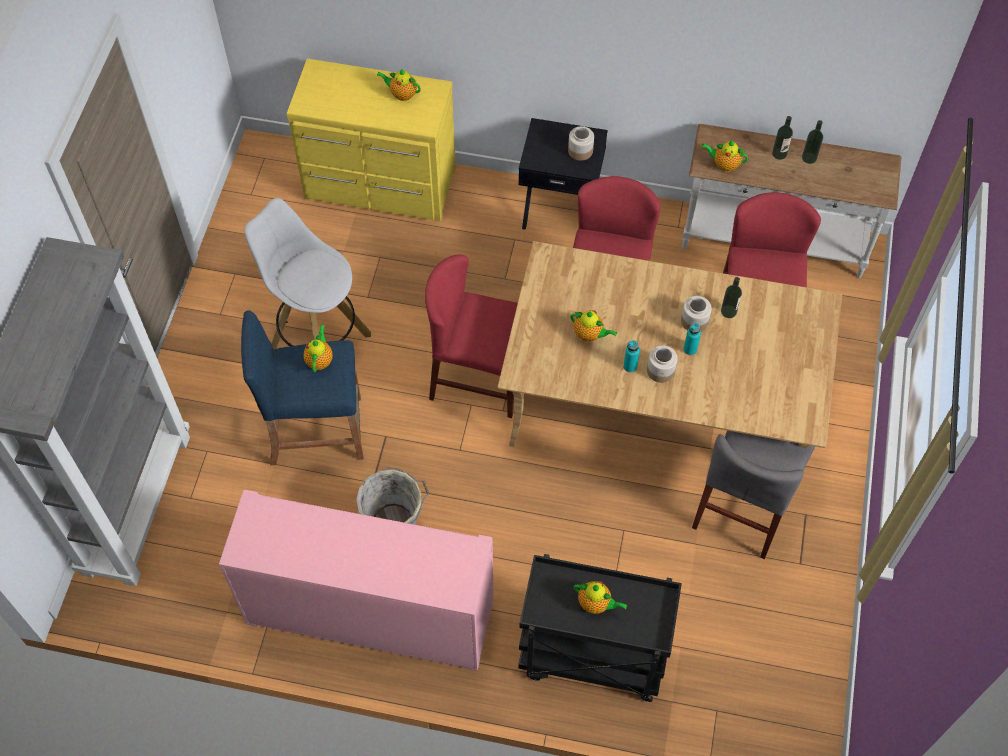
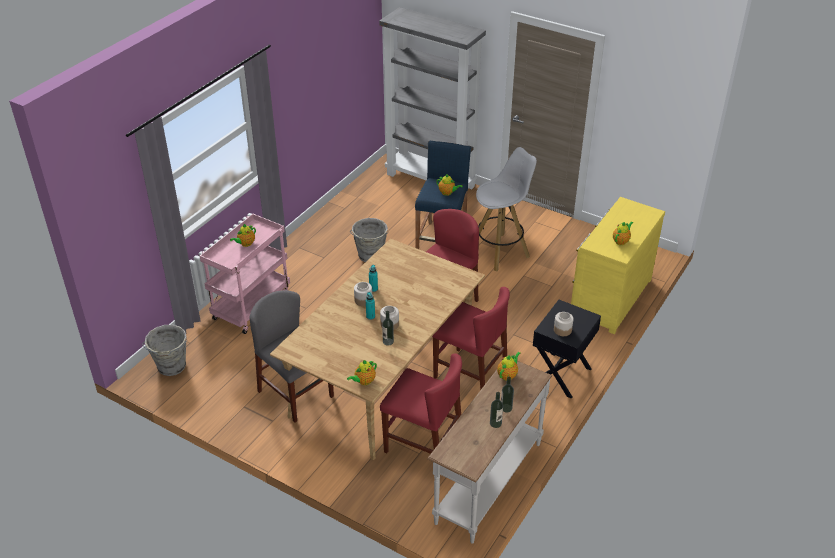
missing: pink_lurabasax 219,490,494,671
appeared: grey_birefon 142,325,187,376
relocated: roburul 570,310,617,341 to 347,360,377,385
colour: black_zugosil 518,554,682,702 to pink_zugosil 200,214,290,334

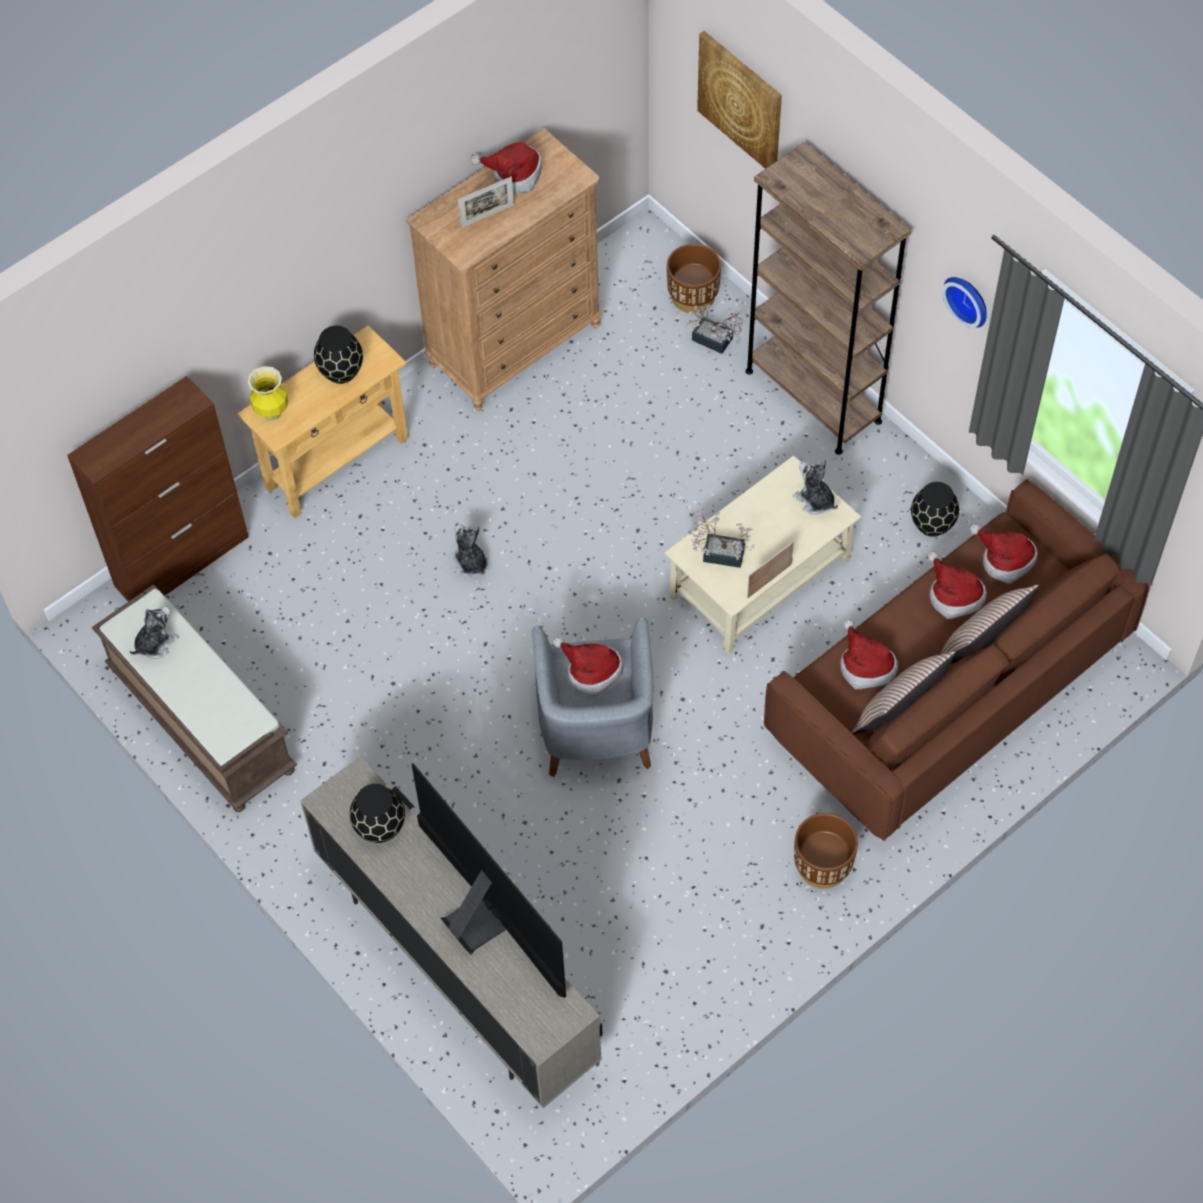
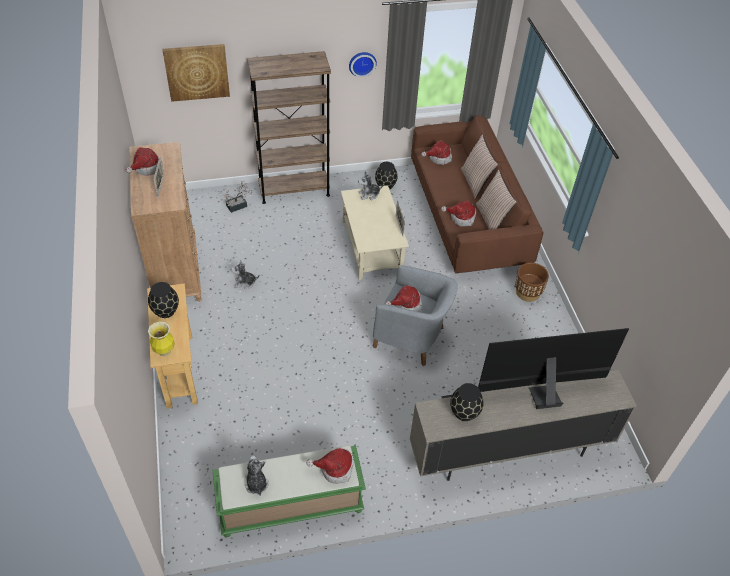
missing: brown_lurabasax 67,376,249,602; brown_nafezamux 667,244,721,313; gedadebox 689,508,755,568
relocated: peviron 451,524,488,577 to 231,260,260,289; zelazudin 928,551,987,619 to 306,448,354,484
colour: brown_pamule 91,584,297,812 to green_pamule 213,445,366,537

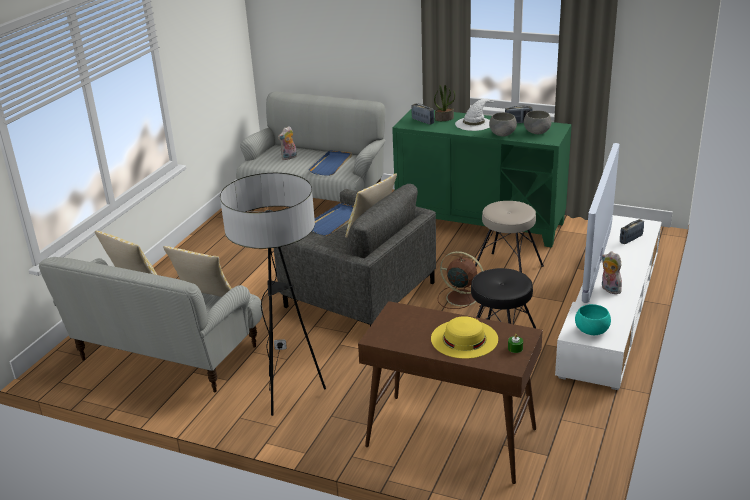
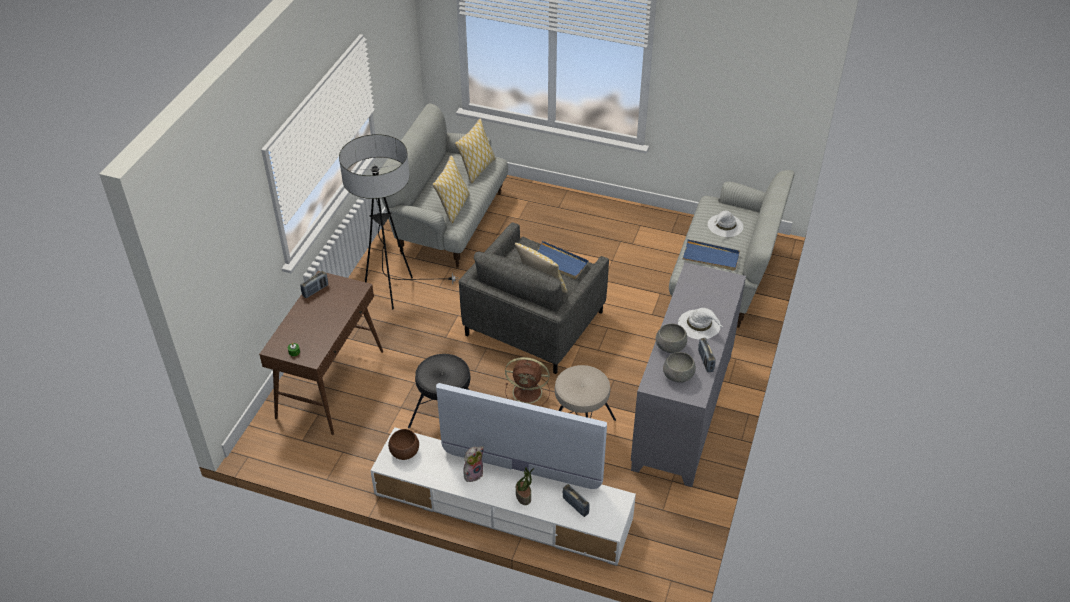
missing: yellow_zelazudin 431,316,498,359
relocated: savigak 411,103,434,125 to 300,271,328,298; gedadebox 434,85,455,121 to 516,467,534,505
exchanged: peviron 278,126,297,160 to white_zelazudin 708,211,744,237
colour: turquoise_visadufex 575,304,611,335 to brown_visadufex 388,429,419,460; green_lurabasax 392,110,572,247 to grey_lurabasax 631,262,746,487
spun: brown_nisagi 438,251,483,309 = 505,357,550,406 75 degrees clockwise

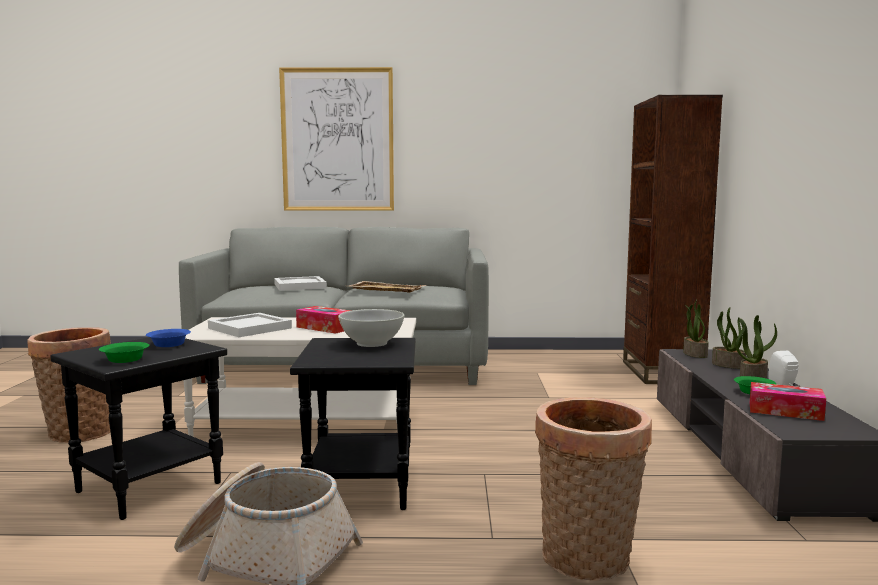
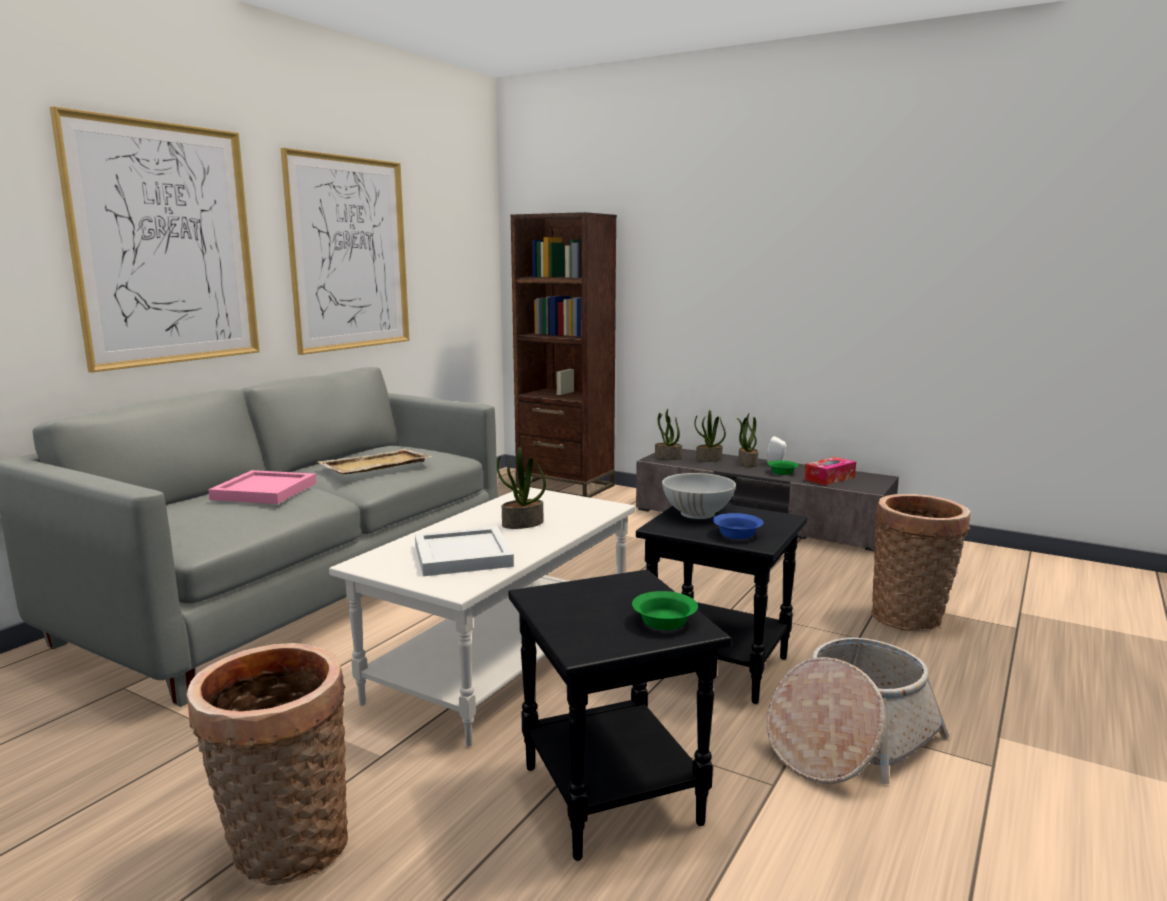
appeared: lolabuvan 281,148,410,355
relocated: blue_visadufex 146,329,191,347 to 713,513,764,539
exchanged: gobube 296,306,351,334 to gedadebox 497,447,546,529
colour: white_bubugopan 274,276,327,291 to pink_bubugopan 208,470,316,504

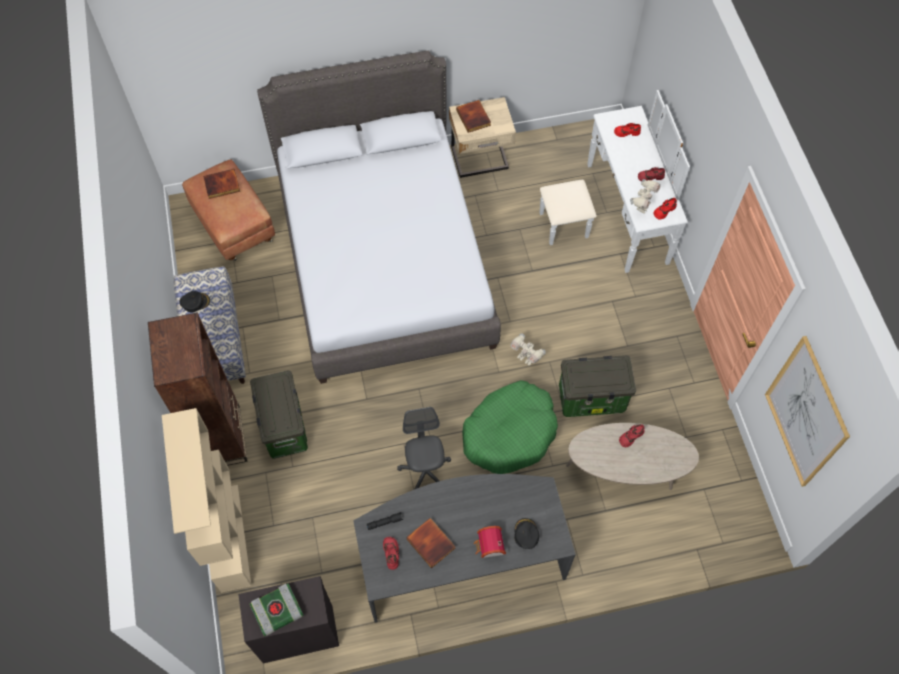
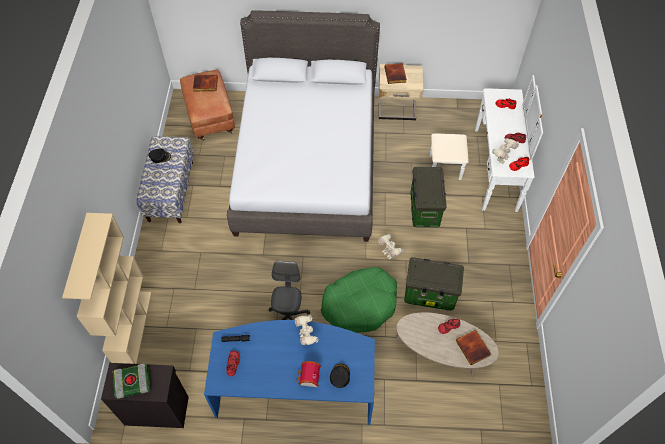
missing: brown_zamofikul 148,312,248,466; lolabuvan 765,336,850,487
appeared: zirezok 295,315,319,345
relocated: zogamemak 250,370,308,459 to 410,167,447,227; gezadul 406,518,456,568 to 456,330,491,365
colour: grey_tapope 353,474,576,623 to blue_tapope 204,320,375,425

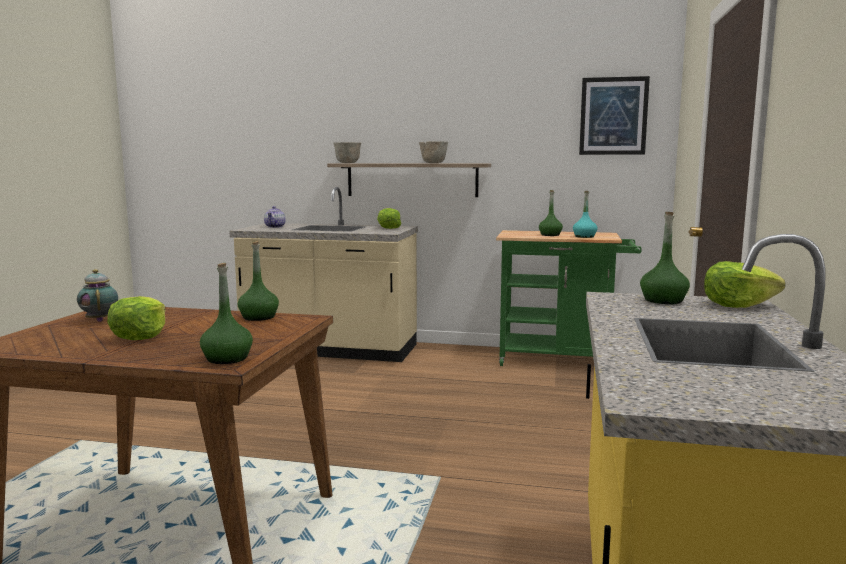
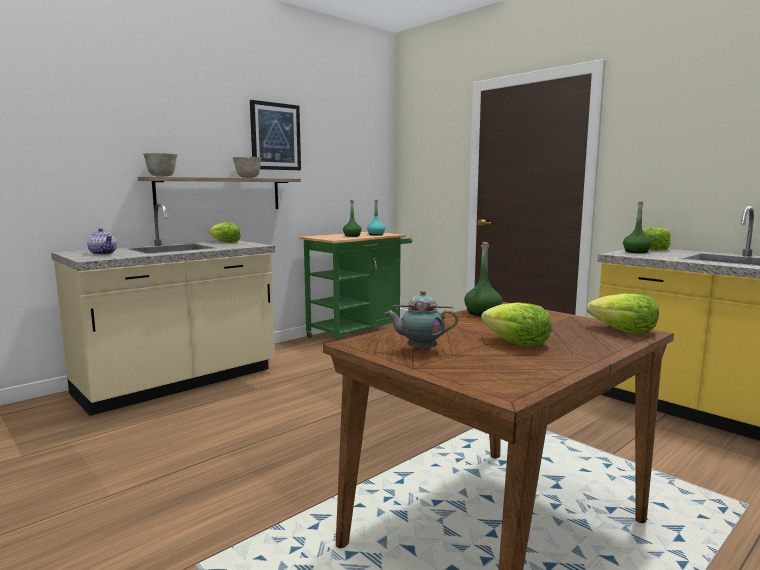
relocated: lolabuvan 579,76,650,155 to 250,100,301,170
exchanged: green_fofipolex 200,263,253,364 to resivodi 587,293,659,334

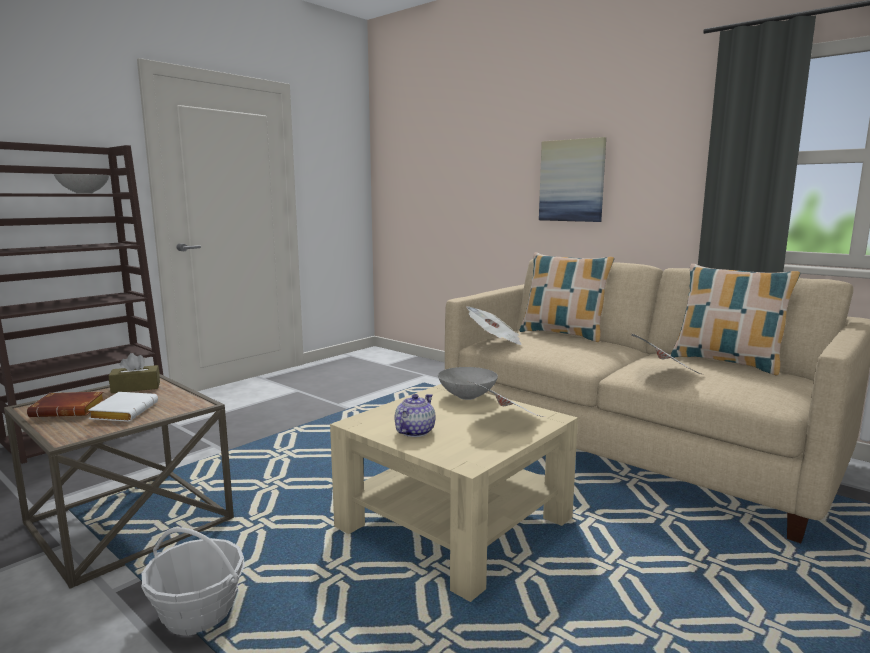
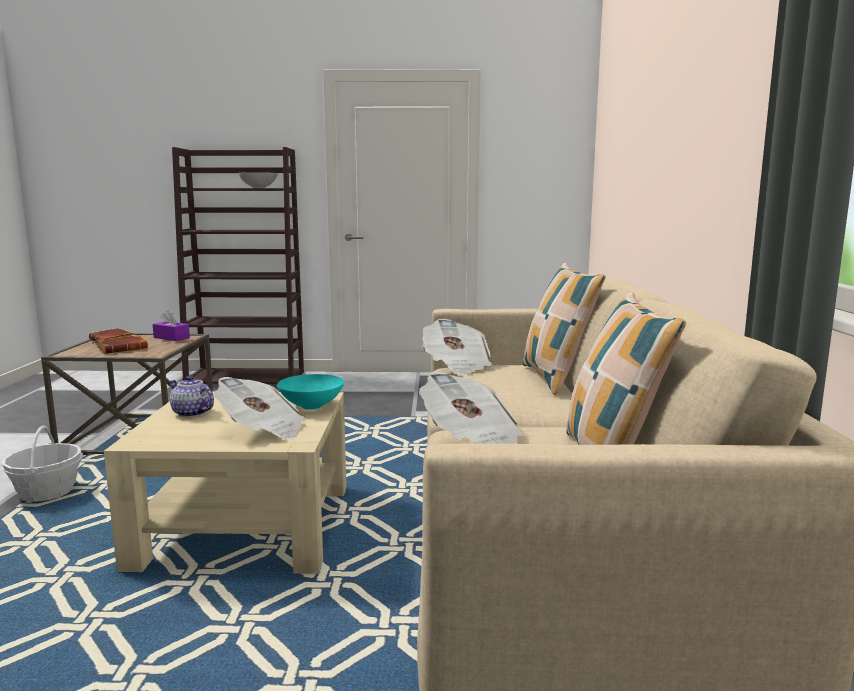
missing: lolabuvan 539,137,606,222
colour: white_gezadul 88,392,158,422 to brown_gezadul 97,335,148,354; brown_gobube 109,353,160,393 to purple_gobube 153,310,190,341; grey_visadufex 438,367,498,400 to turquoise_visadufex 277,374,344,410
spun: roburul 395,394,436,437 = 169,376,214,417 135 degrees counterclockwise

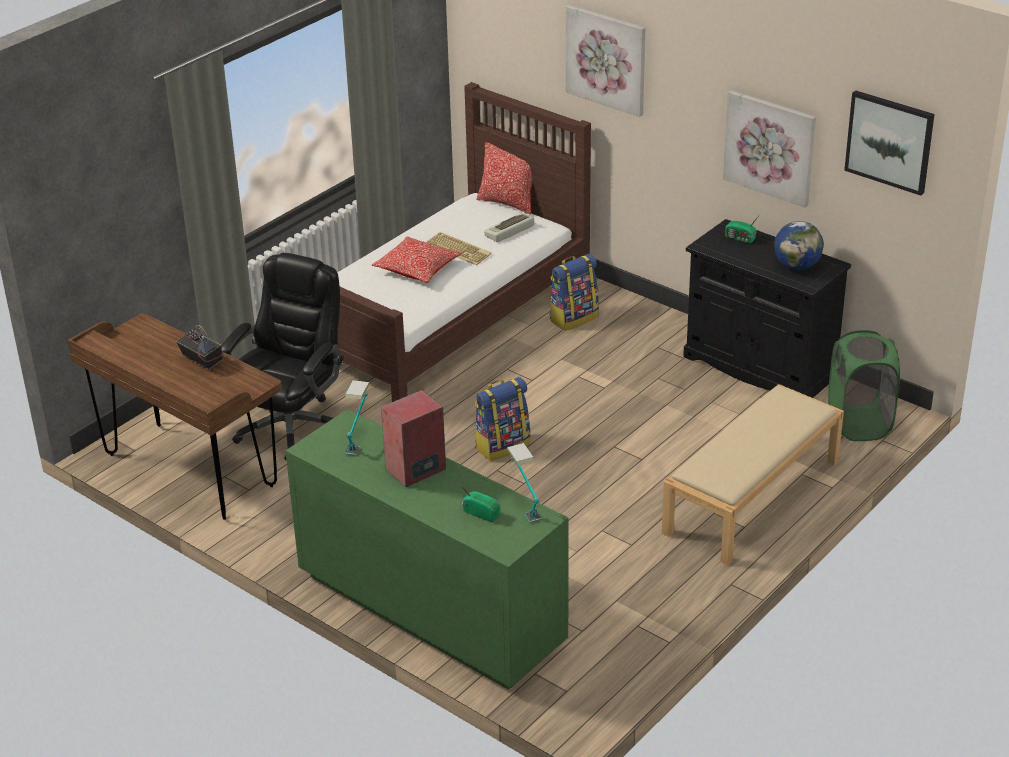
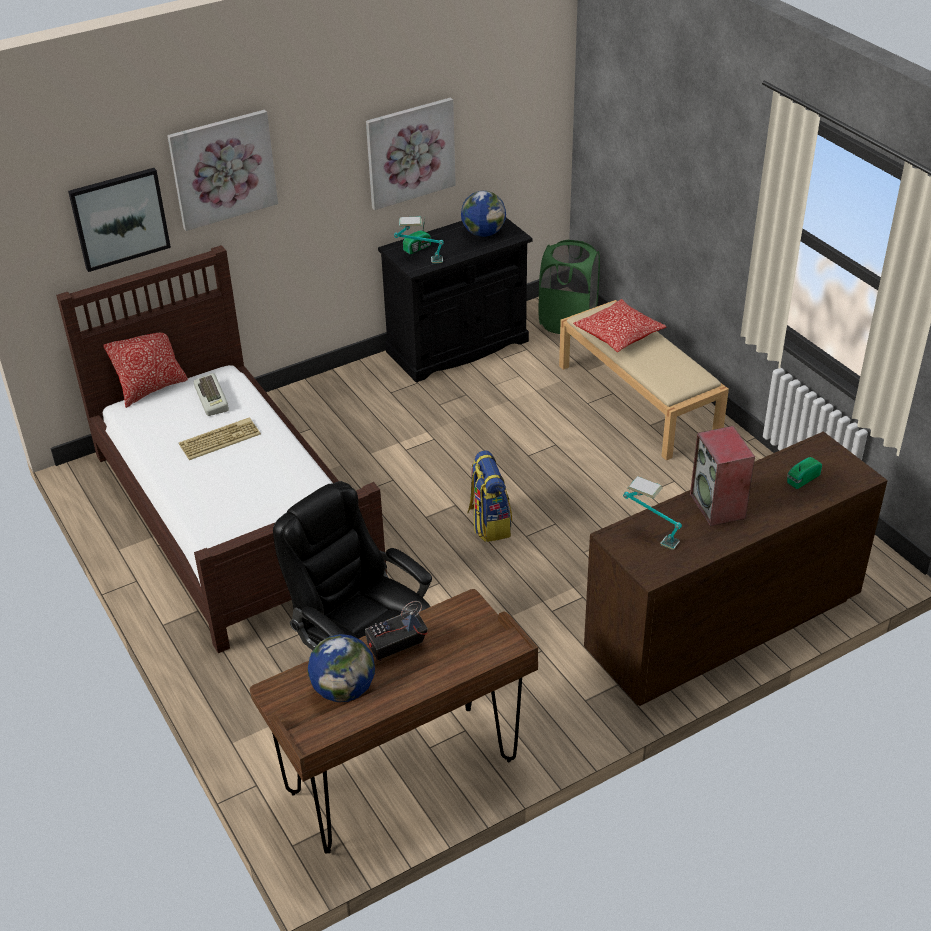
missing: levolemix 550,254,599,331
appeared: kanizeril 308,634,375,702
relocated: lolabuvan 844,91,934,196 to 68,168,171,272; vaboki 507,443,542,523 to 394,217,444,263; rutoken 372,236,462,283 to 574,299,666,352
colour: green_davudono 286,409,568,690 to brown_davudono 584,431,888,706

